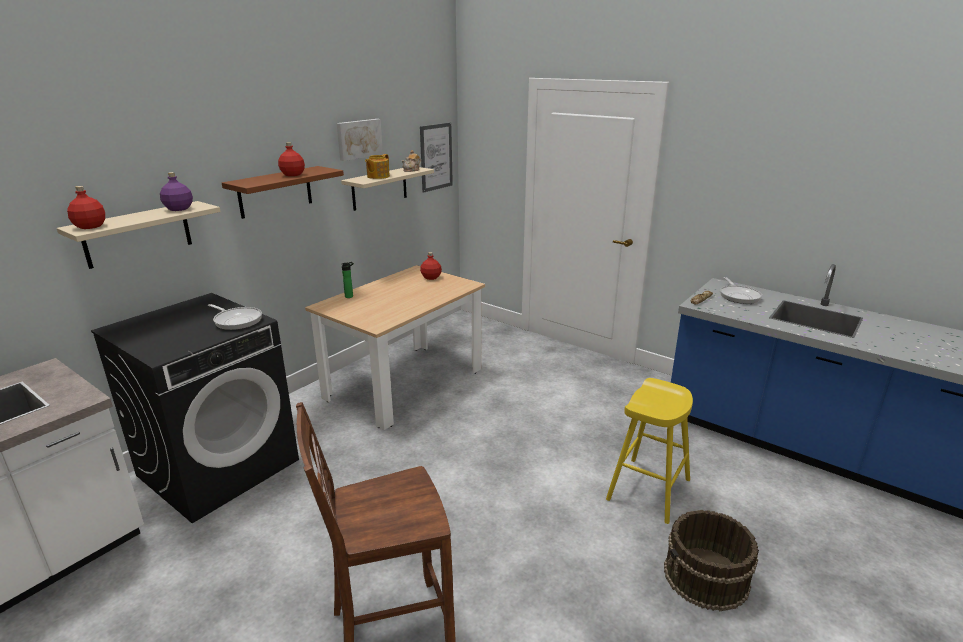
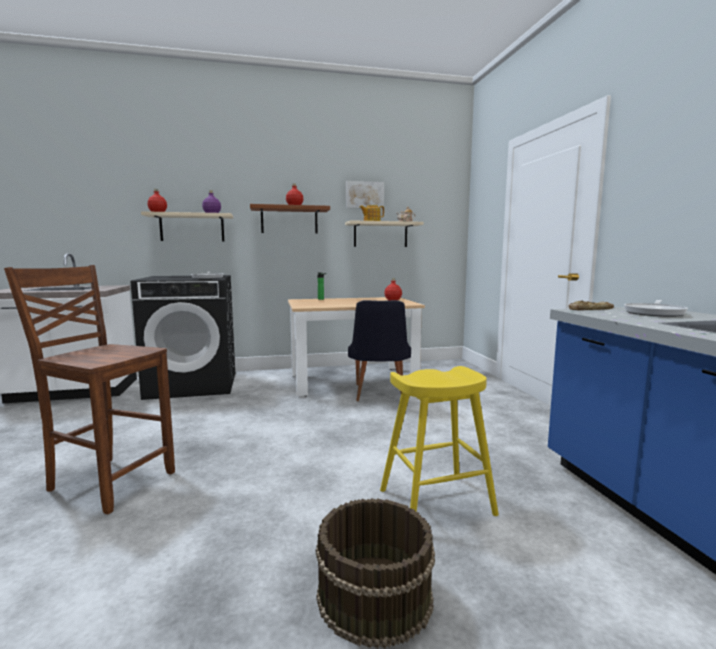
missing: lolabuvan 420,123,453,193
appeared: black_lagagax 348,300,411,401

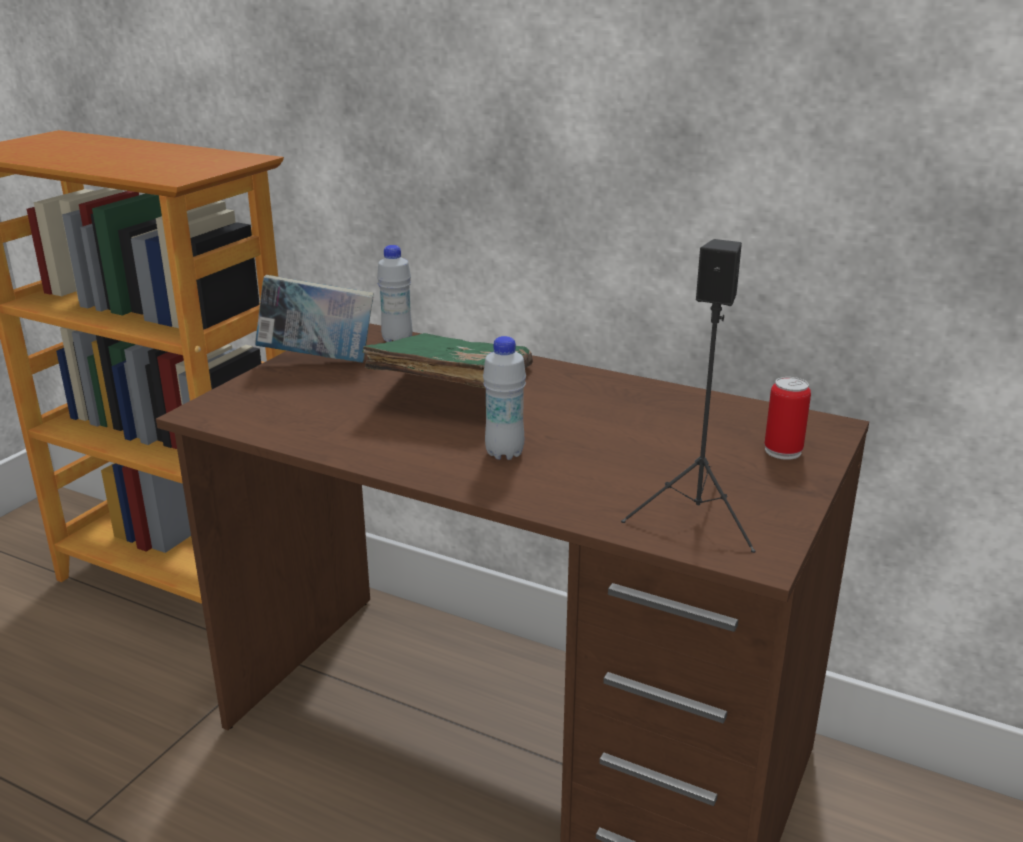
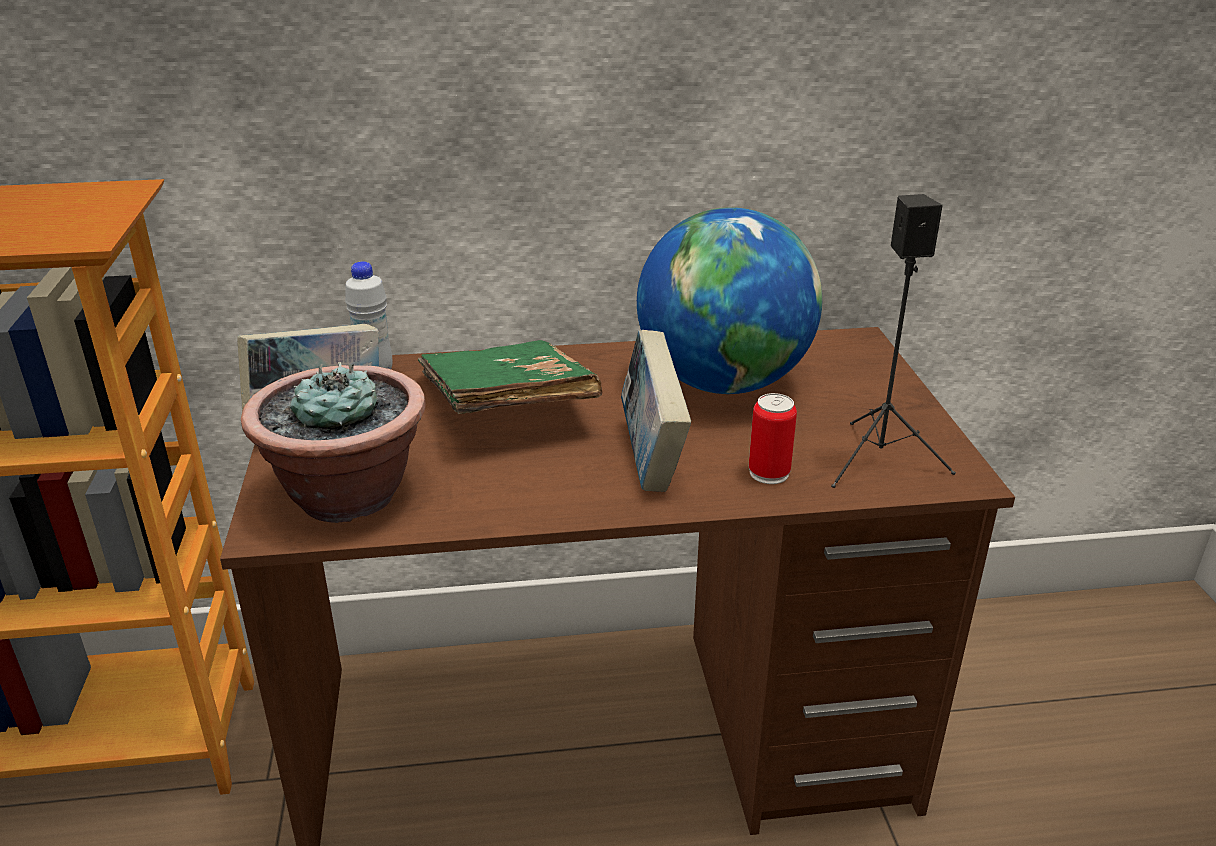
appeared: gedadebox 241,362,426,523; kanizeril 637,207,822,394
relocated: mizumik 764,377,811,460 to 749,393,797,484
exchanged: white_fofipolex 483,336,526,460 to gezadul 621,330,691,492

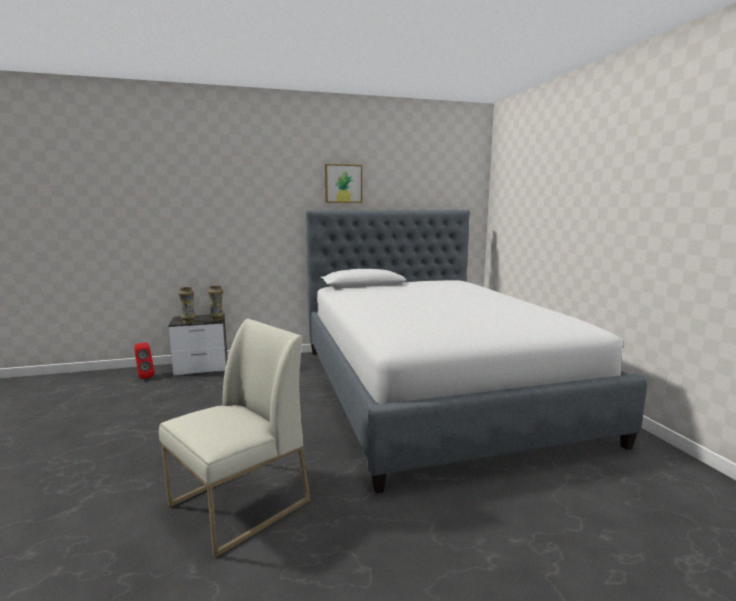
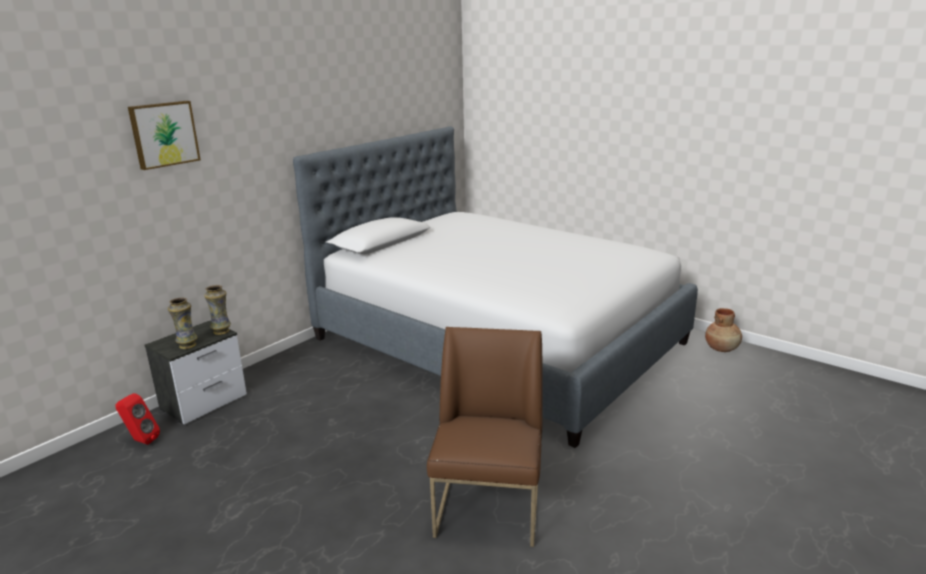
appeared: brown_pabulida 705,308,742,352
relocated: lolabuvan 325,164,362,203 to 128,101,201,170
colour: white_lagagax 159,319,311,558 to brown_lagagax 427,327,543,547

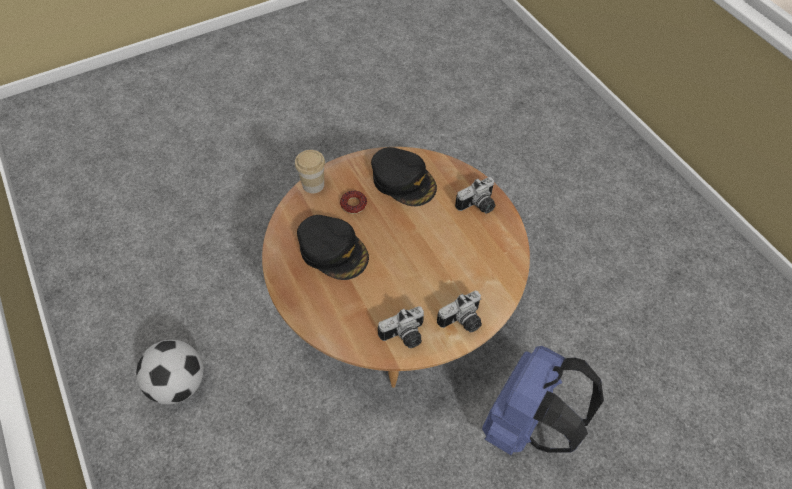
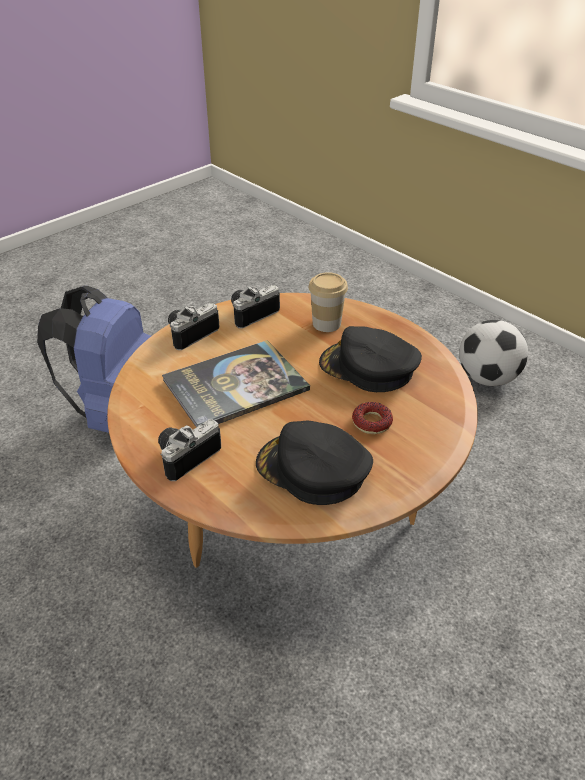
appeared: gezadul 162,340,310,427
relocated: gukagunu 295,150,325,193 to 309,272,348,332

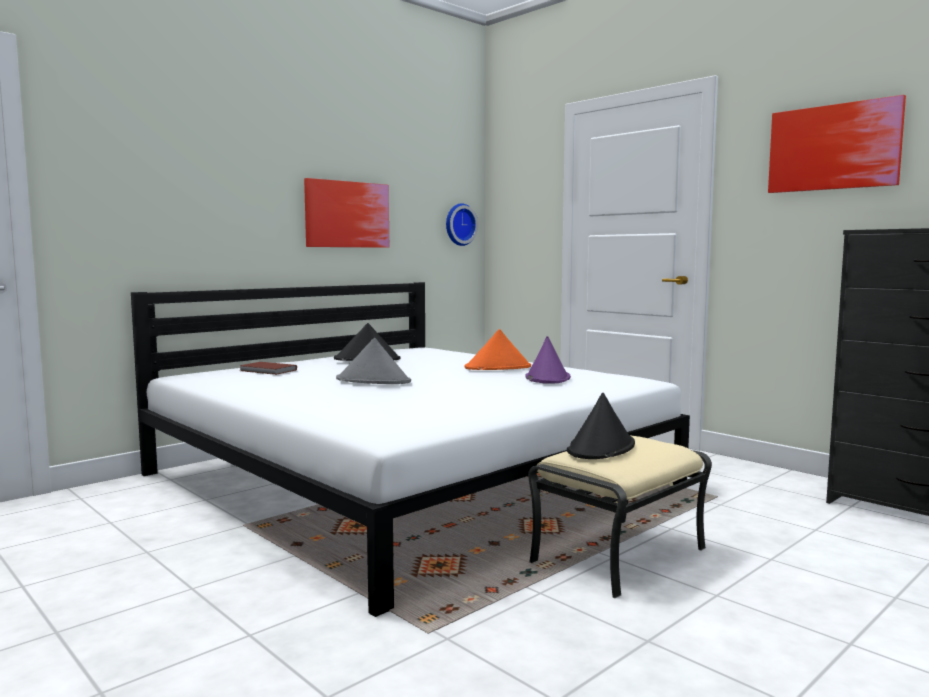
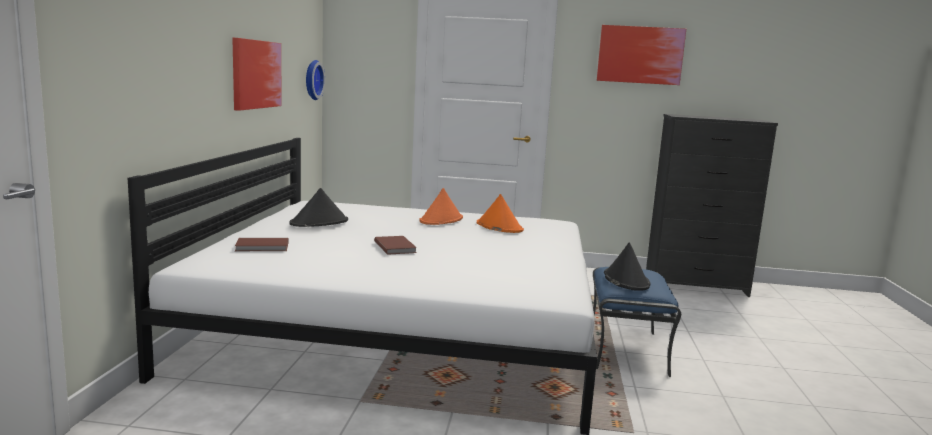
exchanged: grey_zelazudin 336,338,411,384 to brown_gezadul 374,236,417,255
colour: purple_zelazudin 525,336,571,384 to orange_zelazudin 477,194,524,233; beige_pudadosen 528,436,712,599 to blue_pudadosen 593,267,681,377

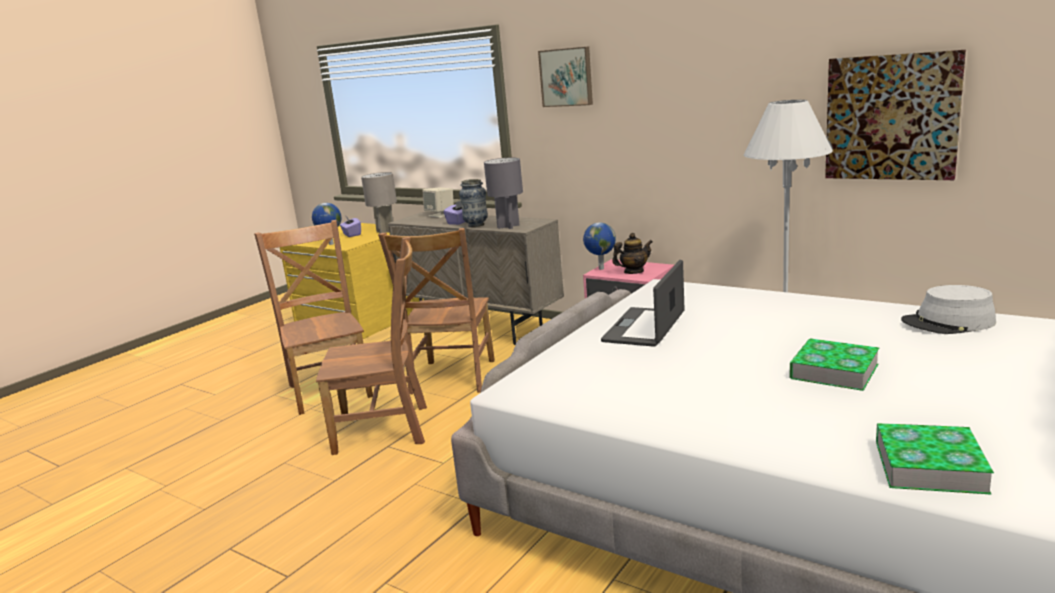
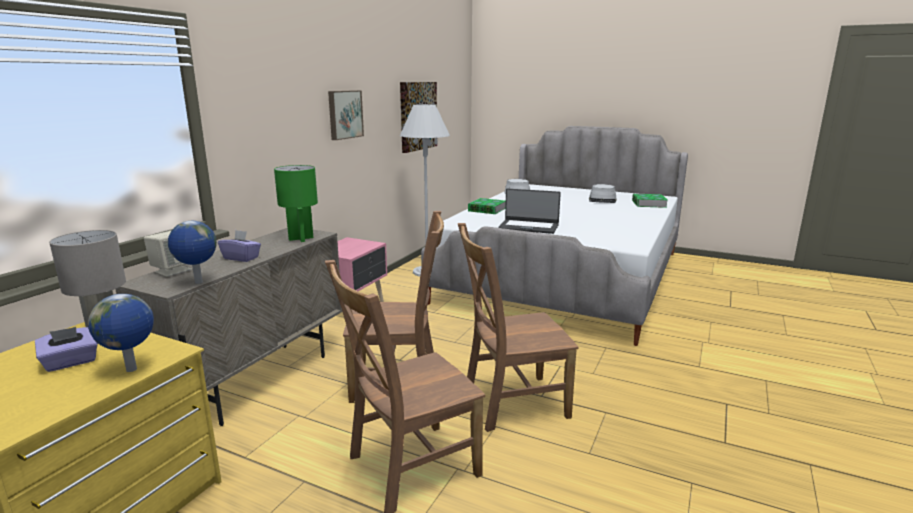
missing: pabulida 459,179,488,227; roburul 612,233,653,274
appeared: grey_zelazudin 589,184,617,203
relocated: kanizeril 583,223,616,270 to 168,221,217,284; lolabuvan 538,46,593,107 to 328,90,364,140; gezadul 790,338,879,391 to 468,198,506,214
colour: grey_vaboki 484,158,523,229 to green_vaboki 274,165,318,242
spun: brown_lagagax 316,237,427,455 = 458,223,578,432 90 degrees counterclockwise

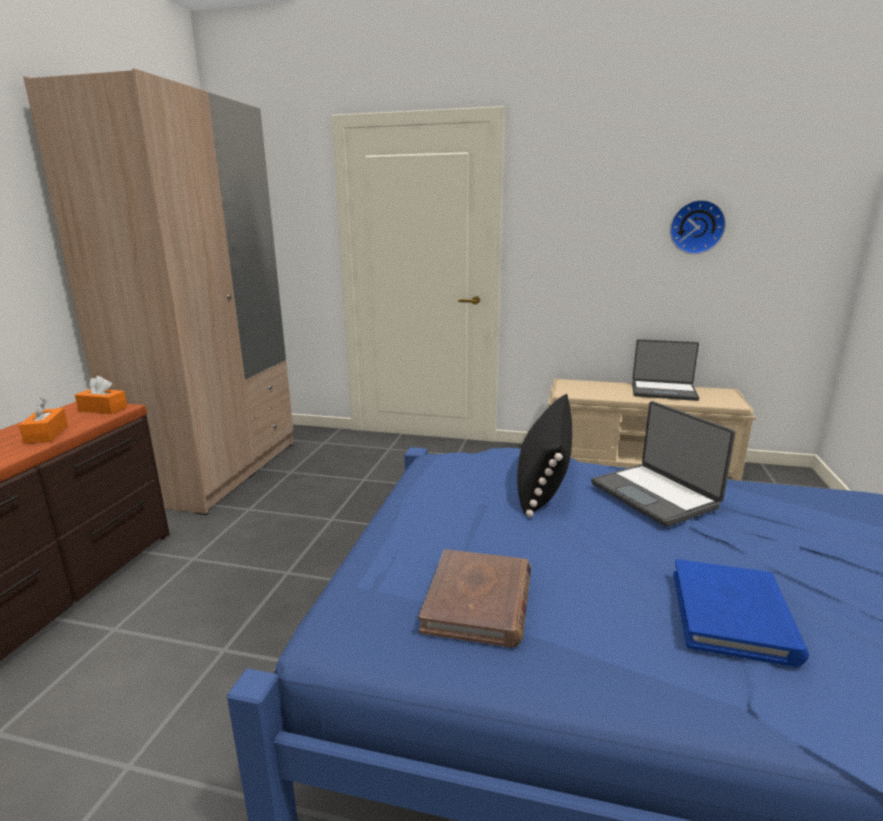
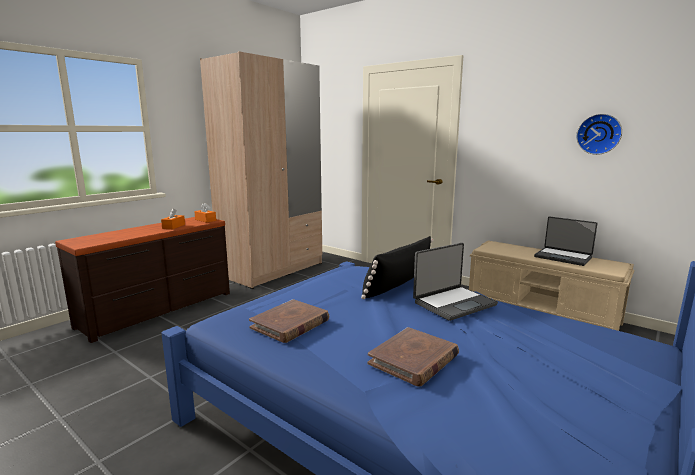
colour: blue_gezadul 673,559,809,667 to brown_gezadul 368,327,459,387
spun: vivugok 591,401,736,527 = 413,243,498,321 120 degrees counterclockwise

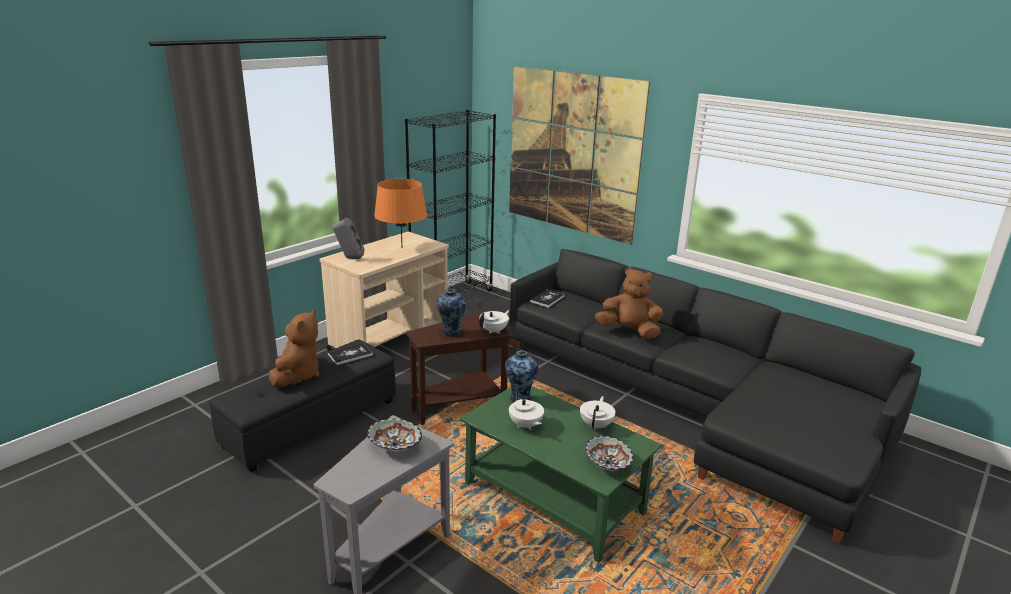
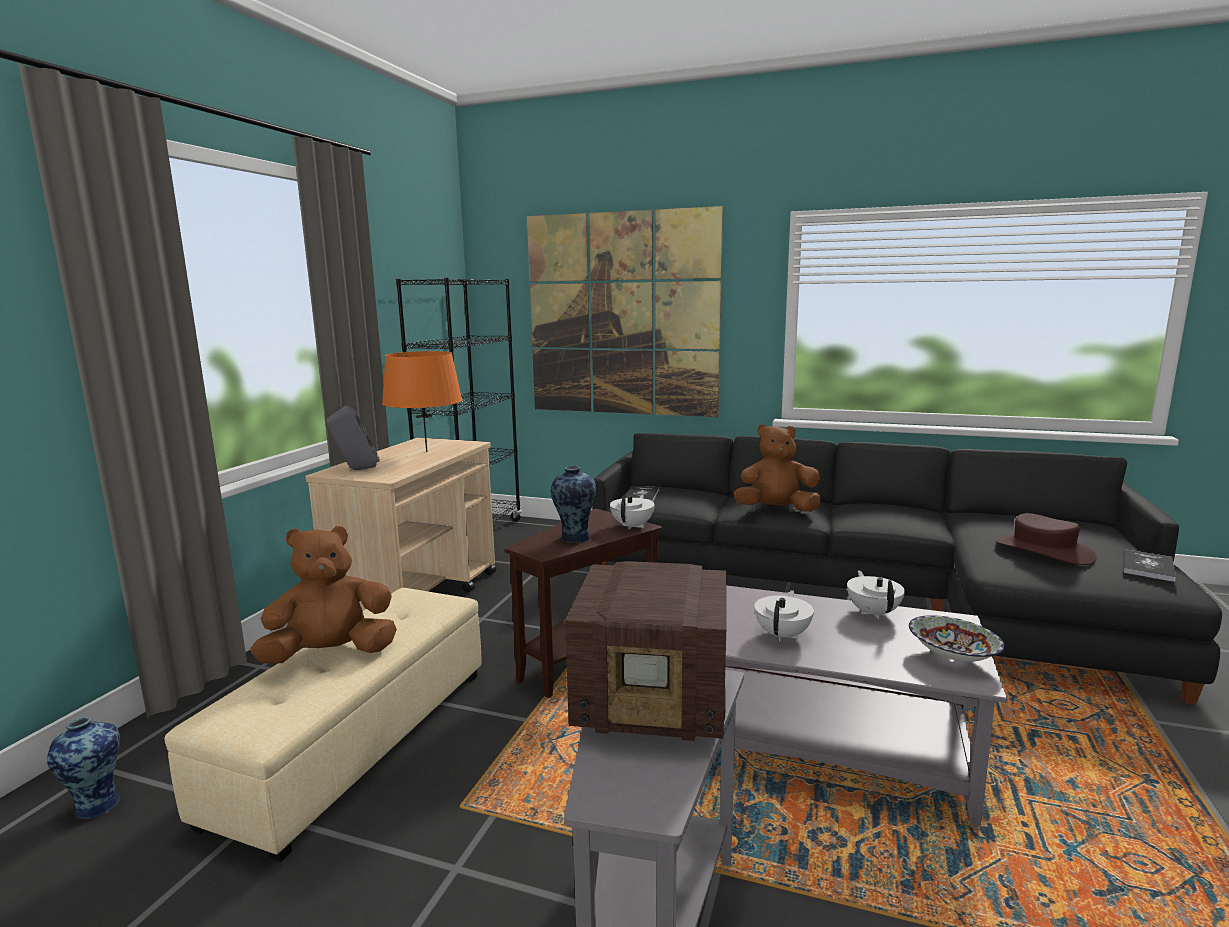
appeared: brown_zelazudin 996,513,1097,565
relocated: pabulida 505,350,538,403 to 47,717,120,819; gezadul 328,343,373,365 to 1123,549,1176,582
exchanged: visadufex 367,419,422,451 to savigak 565,561,727,741
colour: black_pudadosen 209,340,396,472 to beige_pudadosen 165,588,481,862; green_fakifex 460,386,662,563 to grey_fakifex 720,586,1007,827
spun: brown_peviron 269,310,320,388 = 250,526,397,664 105 degrees counterclockwise; white_roburul 509,390,544,430 = 754,590,814,642 105 degrees counterclockwise

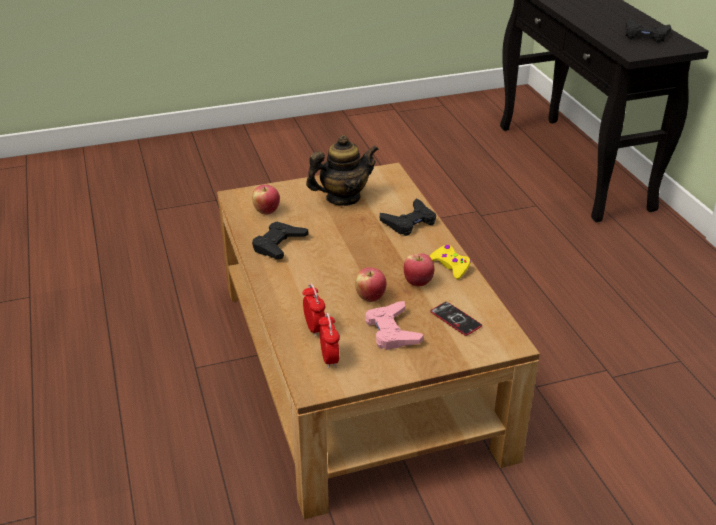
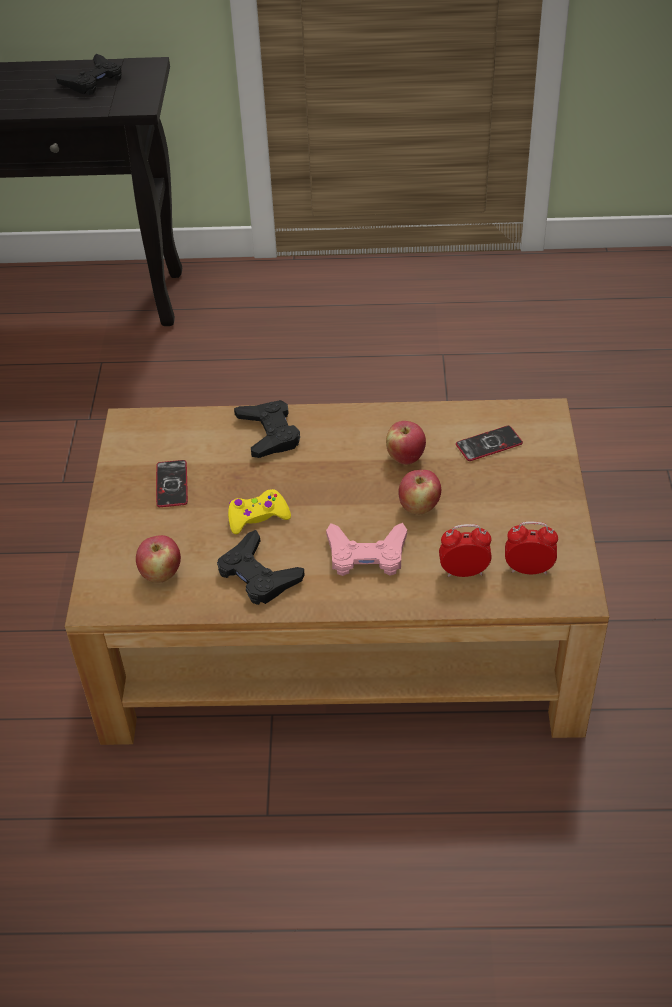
relocated: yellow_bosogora 430,245,471,279 to 228,489,291,534; pink_bosogora 365,301,424,350 to 326,523,407,576
exchanged: roburul 306,135,379,206 to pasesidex 156,460,188,507

